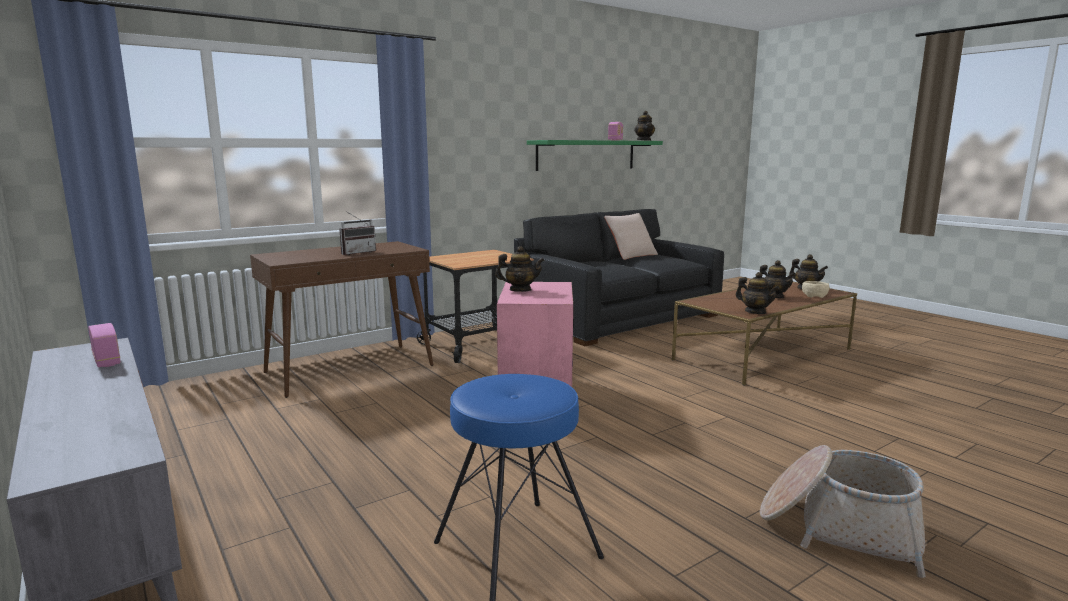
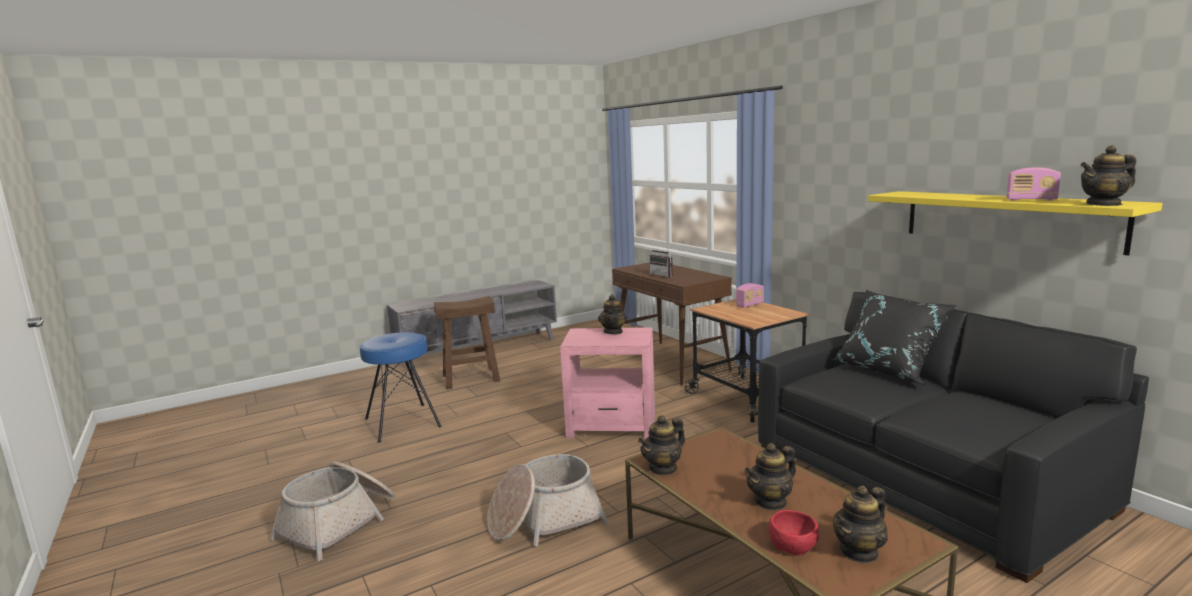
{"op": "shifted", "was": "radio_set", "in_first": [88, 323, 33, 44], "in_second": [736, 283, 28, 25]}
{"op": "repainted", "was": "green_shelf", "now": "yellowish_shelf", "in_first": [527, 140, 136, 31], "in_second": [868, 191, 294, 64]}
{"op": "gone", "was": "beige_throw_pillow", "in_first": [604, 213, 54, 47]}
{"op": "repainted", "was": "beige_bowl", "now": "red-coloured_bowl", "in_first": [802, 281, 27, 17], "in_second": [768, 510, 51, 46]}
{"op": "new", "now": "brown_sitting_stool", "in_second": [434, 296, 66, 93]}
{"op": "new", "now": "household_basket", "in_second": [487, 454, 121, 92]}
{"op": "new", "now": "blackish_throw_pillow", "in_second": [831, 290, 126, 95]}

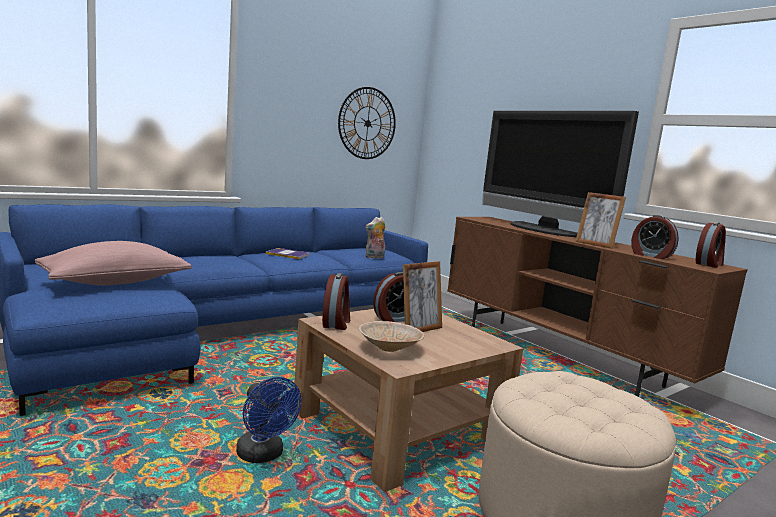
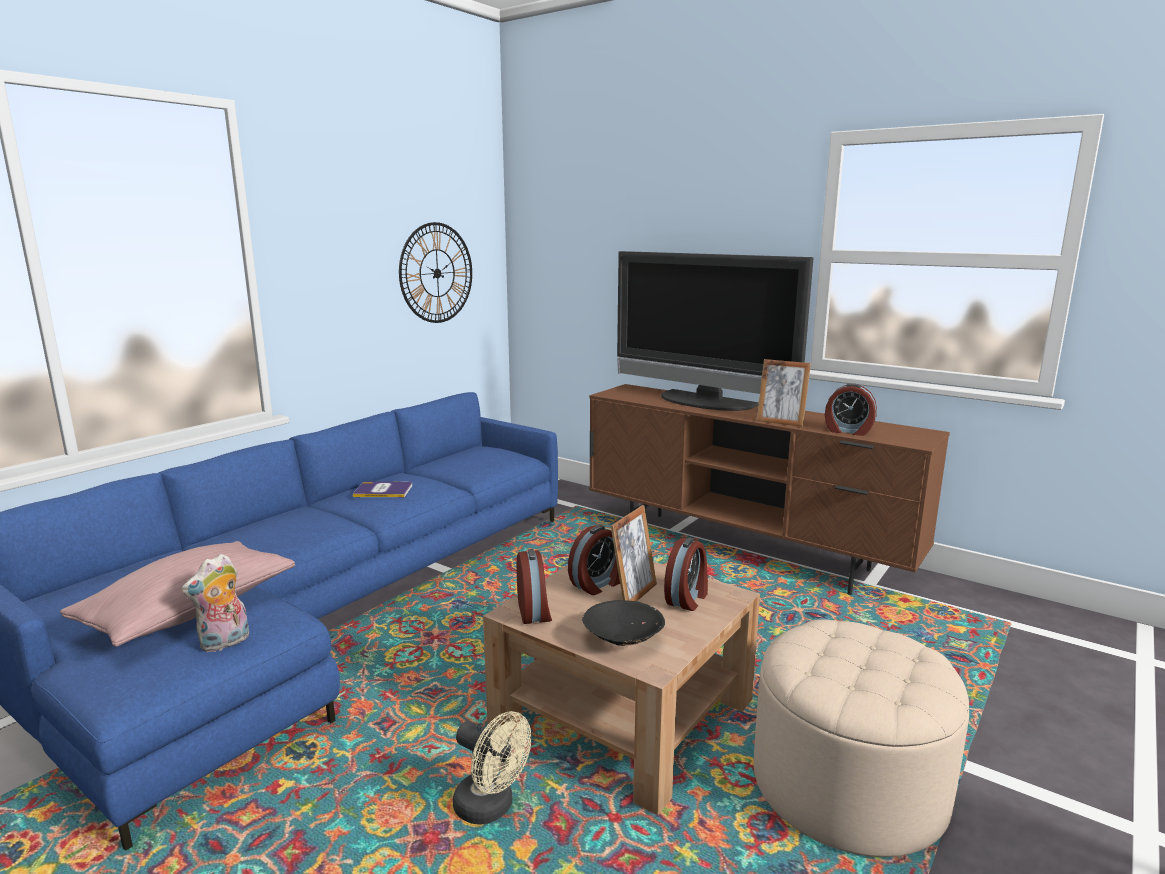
{"op": "repainted", "was": "bluish_cooling_fan", "now": "beige_cooling_fan", "in_first": [236, 377, 65, 86], "in_second": [453, 711, 78, 113]}
{"op": "repainted", "was": "beige_bowl", "now": "blackish_bowl", "in_first": [358, 321, 66, 31], "in_second": [582, 600, 83, 46]}
{"op": "shifted", "was": "soft_toy", "in_first": [365, 217, 20, 41], "in_second": [181, 554, 68, 98]}
{"op": "shifted", "was": "table_clock", "in_first": [696, 222, 30, 46], "in_second": [664, 537, 44, 74]}

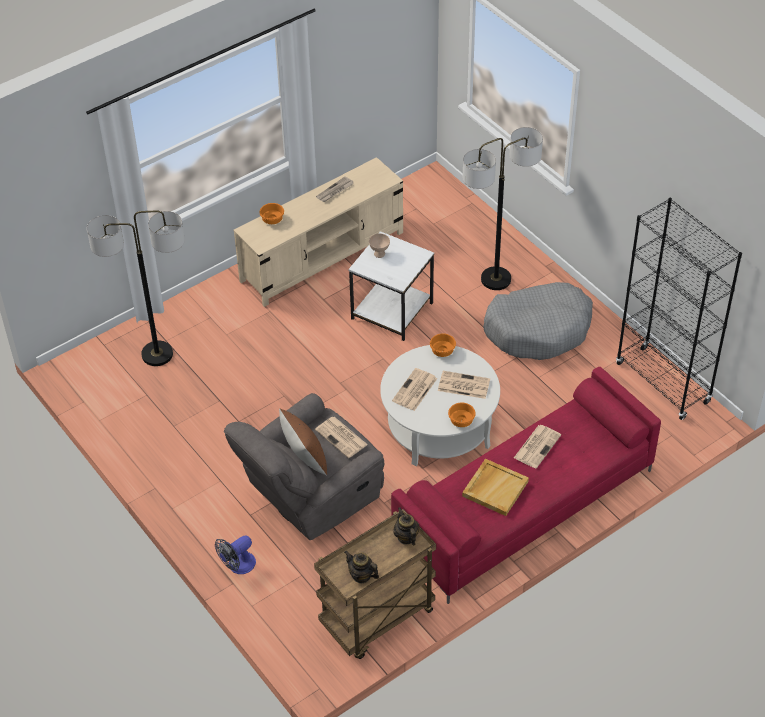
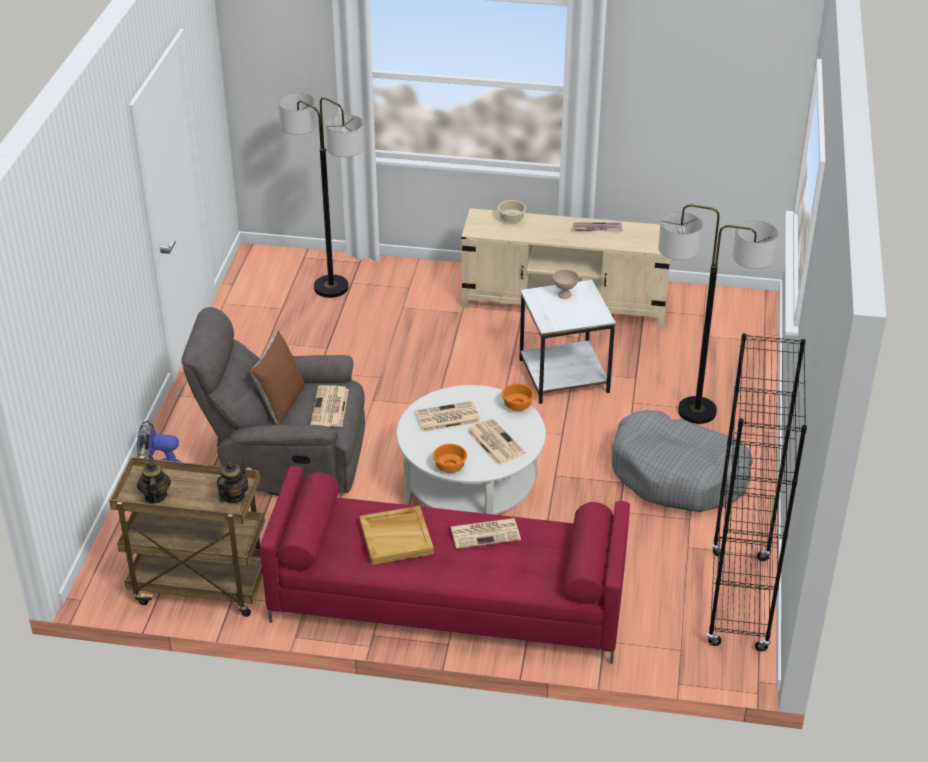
{"op": "repainted", "was": "orangey_bowl", "now": "beige_bowl", "in_first": [259, 203, 25, 21], "in_second": [498, 200, 28, 22]}

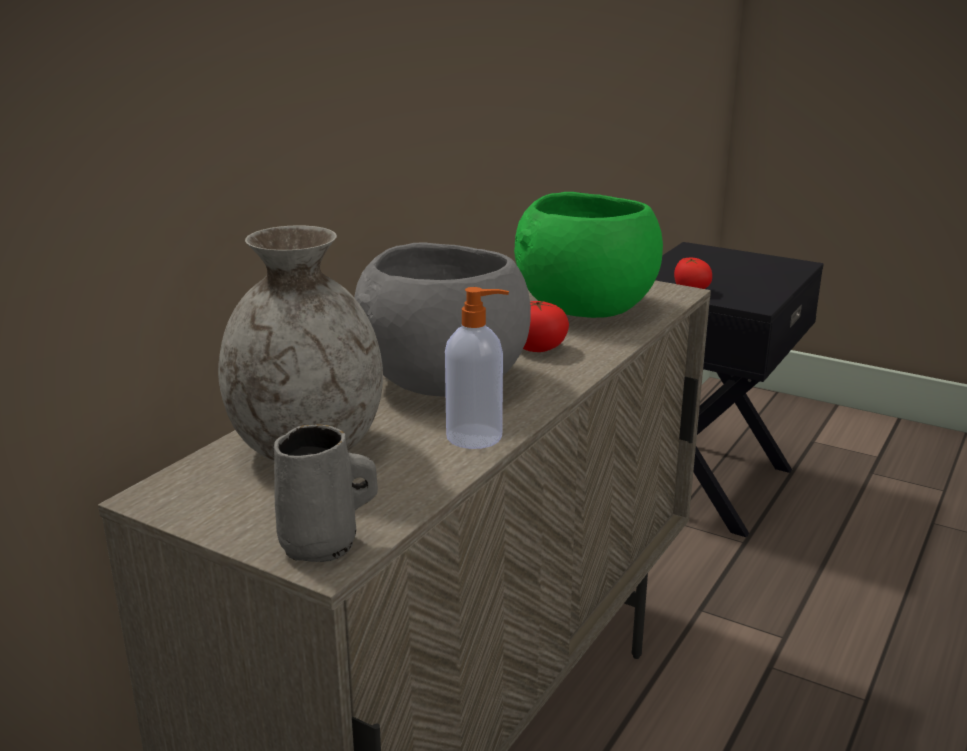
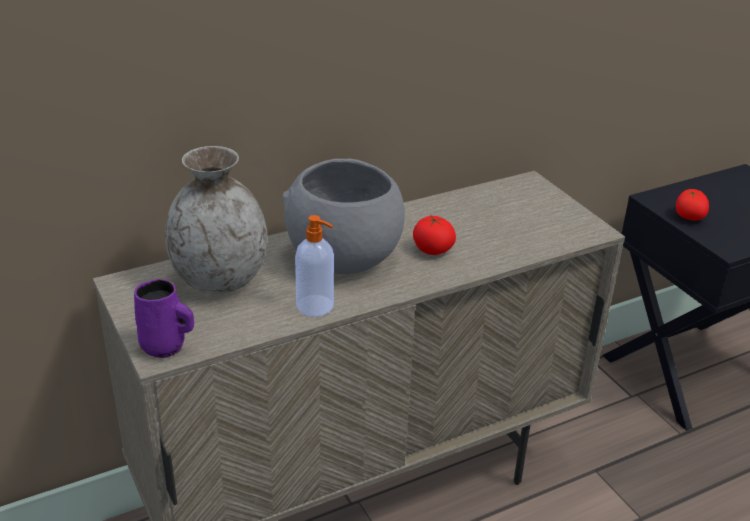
{"op": "repainted", "was": "grey_mug", "now": "purple_mug", "in_first": [274, 425, 104, 137], "in_second": [134, 279, 60, 79]}
{"op": "gone", "was": "green_bowl", "in_first": [514, 192, 149, 126]}

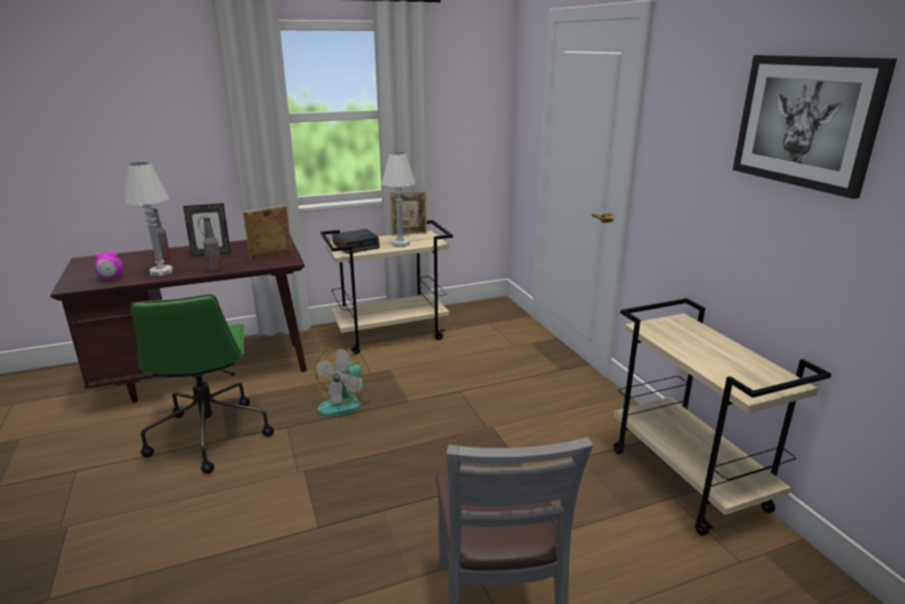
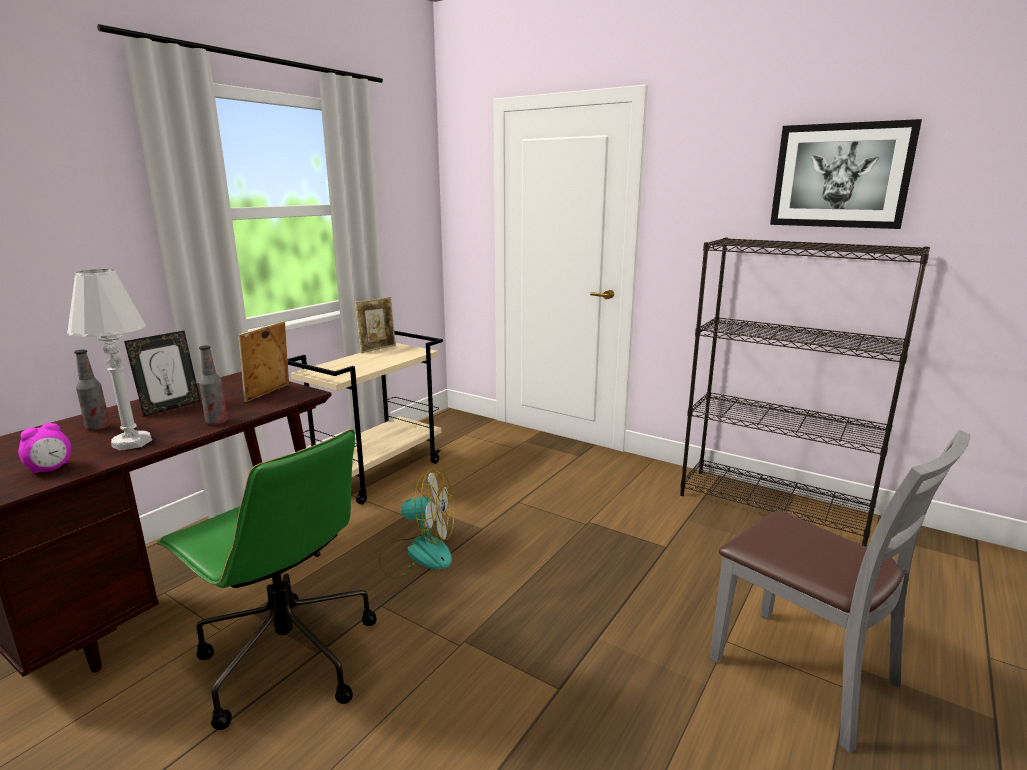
{"op": "rotated", "was": "cooling_fan", "in_first": [314, 346, 59, 70], "in_second": [379, 469, 75, 110], "clockwise": -75}
{"op": "gone", "was": "table_clock", "in_first": [332, 229, 48, 25]}
{"op": "gone", "was": "white-coloured_tabletop_lamp", "in_first": [381, 152, 35, 95]}
{"op": "swapped", "was": "beige_wheeled_cart", "now": "blackish_bookcase", "in_first": [613, 298, 219, 238], "in_second": [680, 238, 250, 309]}

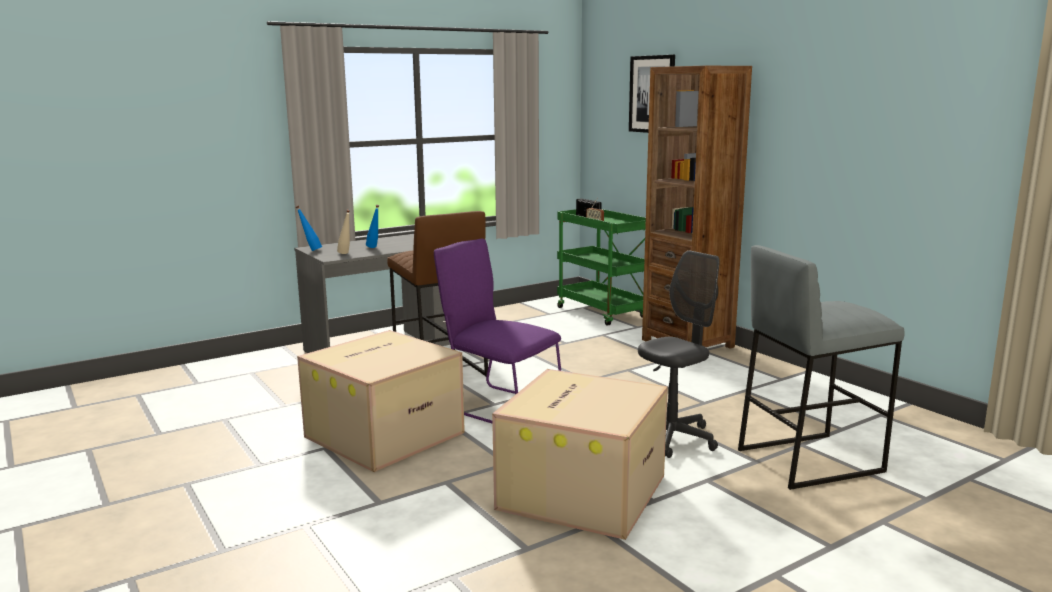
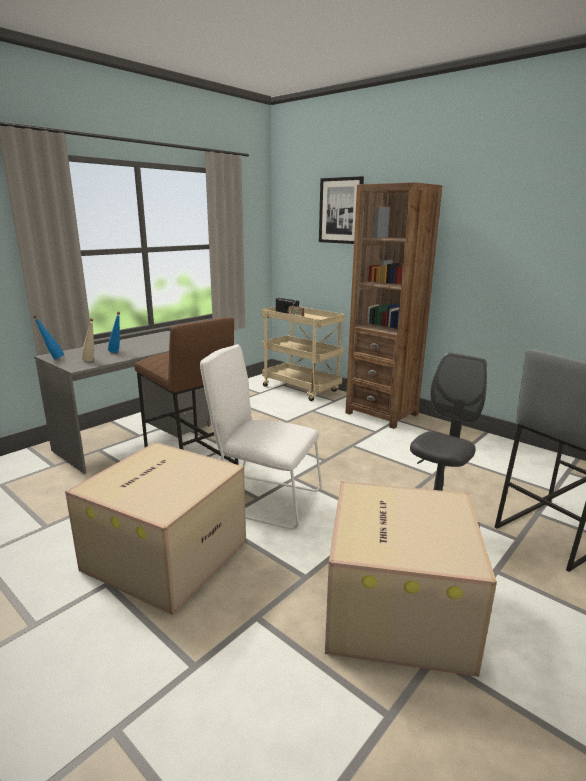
{"op": "repainted", "was": "purple_plain_chair", "now": "white-coloured_plain_chair", "in_first": [434, 239, 127, 184], "in_second": [200, 344, 122, 185]}
{"op": "repainted", "was": "green_wheeled_cart", "now": "beige_wheeled_cart", "in_first": [557, 209, 89, 117], "in_second": [261, 307, 84, 94]}

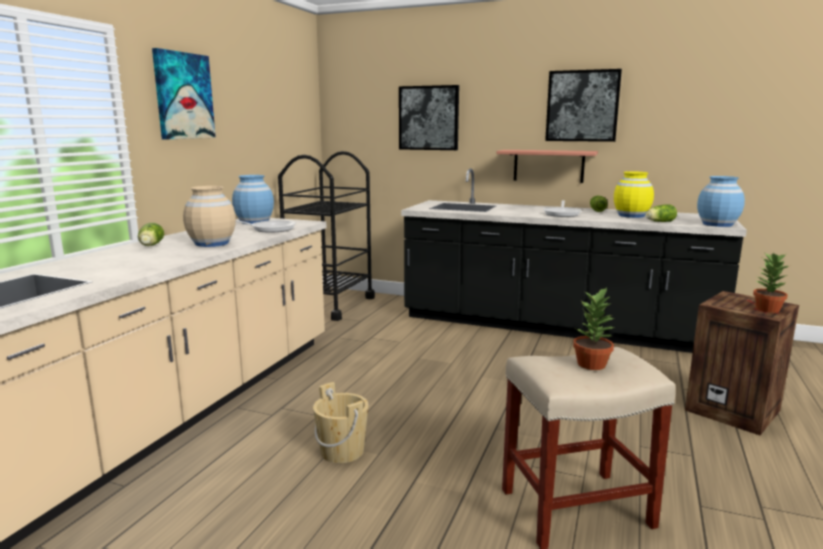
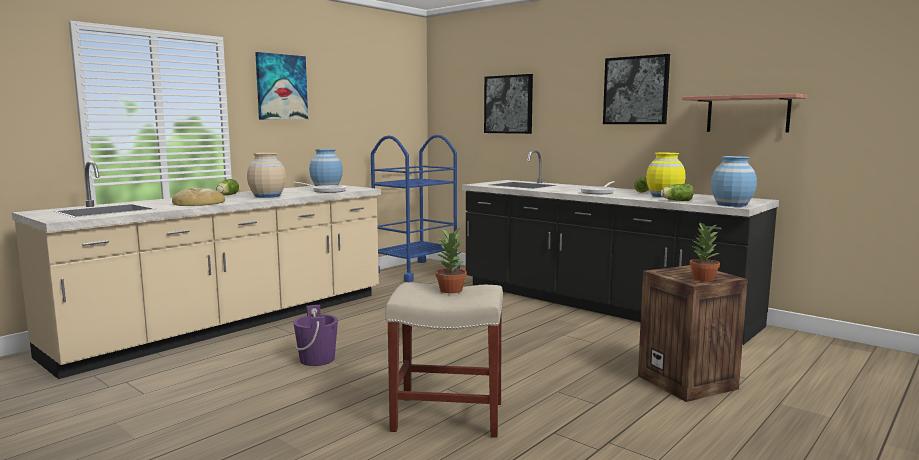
{"op": "repainted", "was": "blackish_wheeled_cart", "now": "bluish_wheeled_cart", "in_first": [278, 151, 97, 170], "in_second": [371, 134, 89, 148]}
{"op": "repainted", "was": "beige_bucket", "now": "purple_bucket", "in_first": [313, 382, 56, 81], "in_second": [293, 305, 45, 61]}
{"op": "shifted", "was": "shelf", "in_first": [496, 150, 102, 33], "in_second": [682, 93, 125, 39]}
{"op": "new", "now": "bakery_bread", "in_second": [172, 188, 53, 18]}

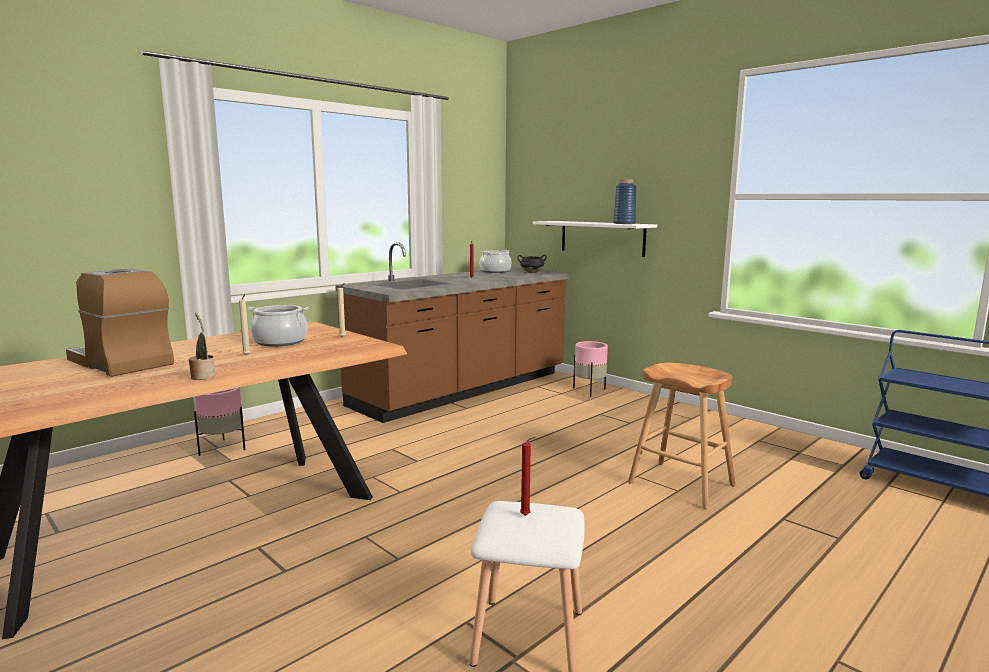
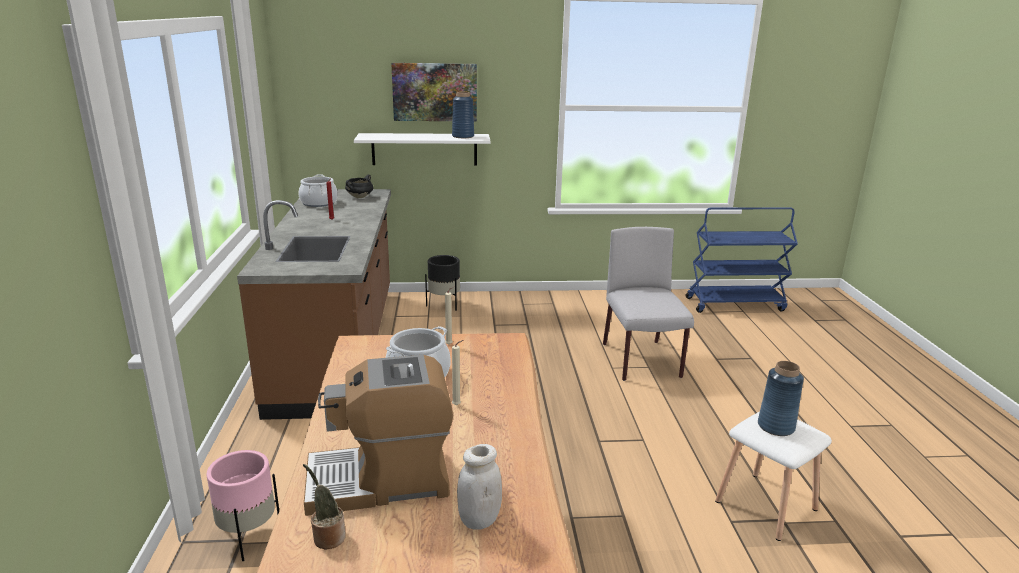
{"op": "shifted", "was": "plant_in_a_pot", "in_first": [189, 313, 27, 67], "in_second": [303, 464, 43, 86]}
{"op": "swapped", "was": "red-coloured_wax_light", "now": "bluish_flower_vase", "in_first": [520, 437, 15, 79], "in_second": [758, 361, 46, 75]}
{"op": "repainted", "was": "pinkish_flower_pot", "now": "blackish_flower_pot", "in_first": [573, 341, 35, 56], "in_second": [425, 255, 35, 56]}
{"op": "swapped", "was": "brown_sitting_stool", "now": "grey_plain_chair", "in_first": [628, 363, 108, 146], "in_second": [603, 227, 91, 154]}
{"op": "new", "now": "wall_picture", "in_second": [391, 63, 86, 58]}
{"op": "new", "now": "white-coloured_jar", "in_second": [457, 444, 45, 86]}

